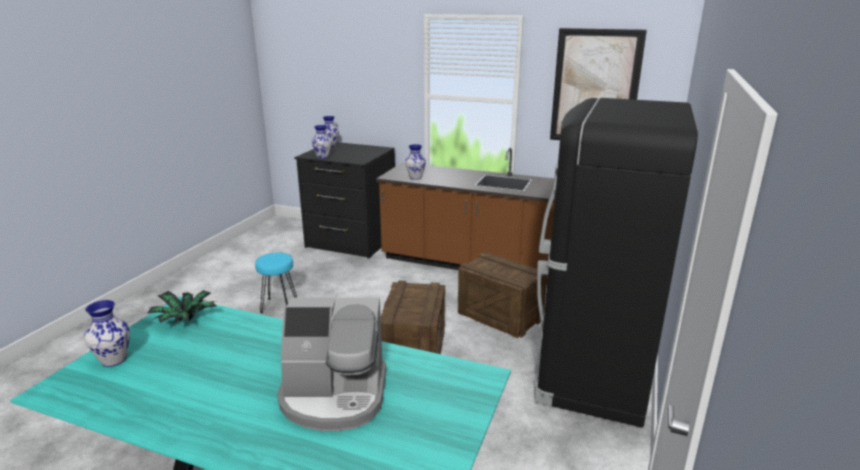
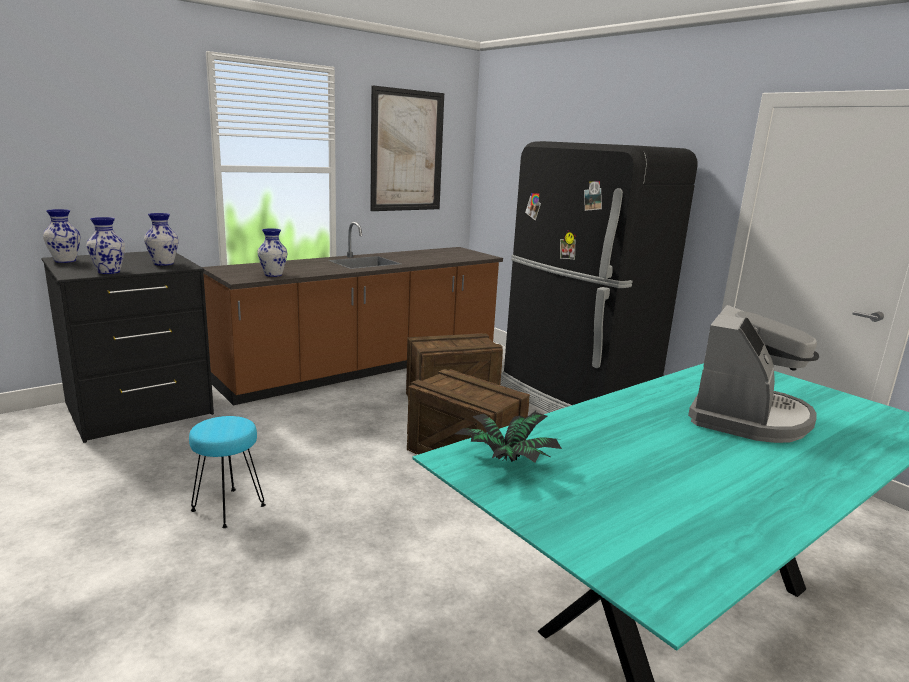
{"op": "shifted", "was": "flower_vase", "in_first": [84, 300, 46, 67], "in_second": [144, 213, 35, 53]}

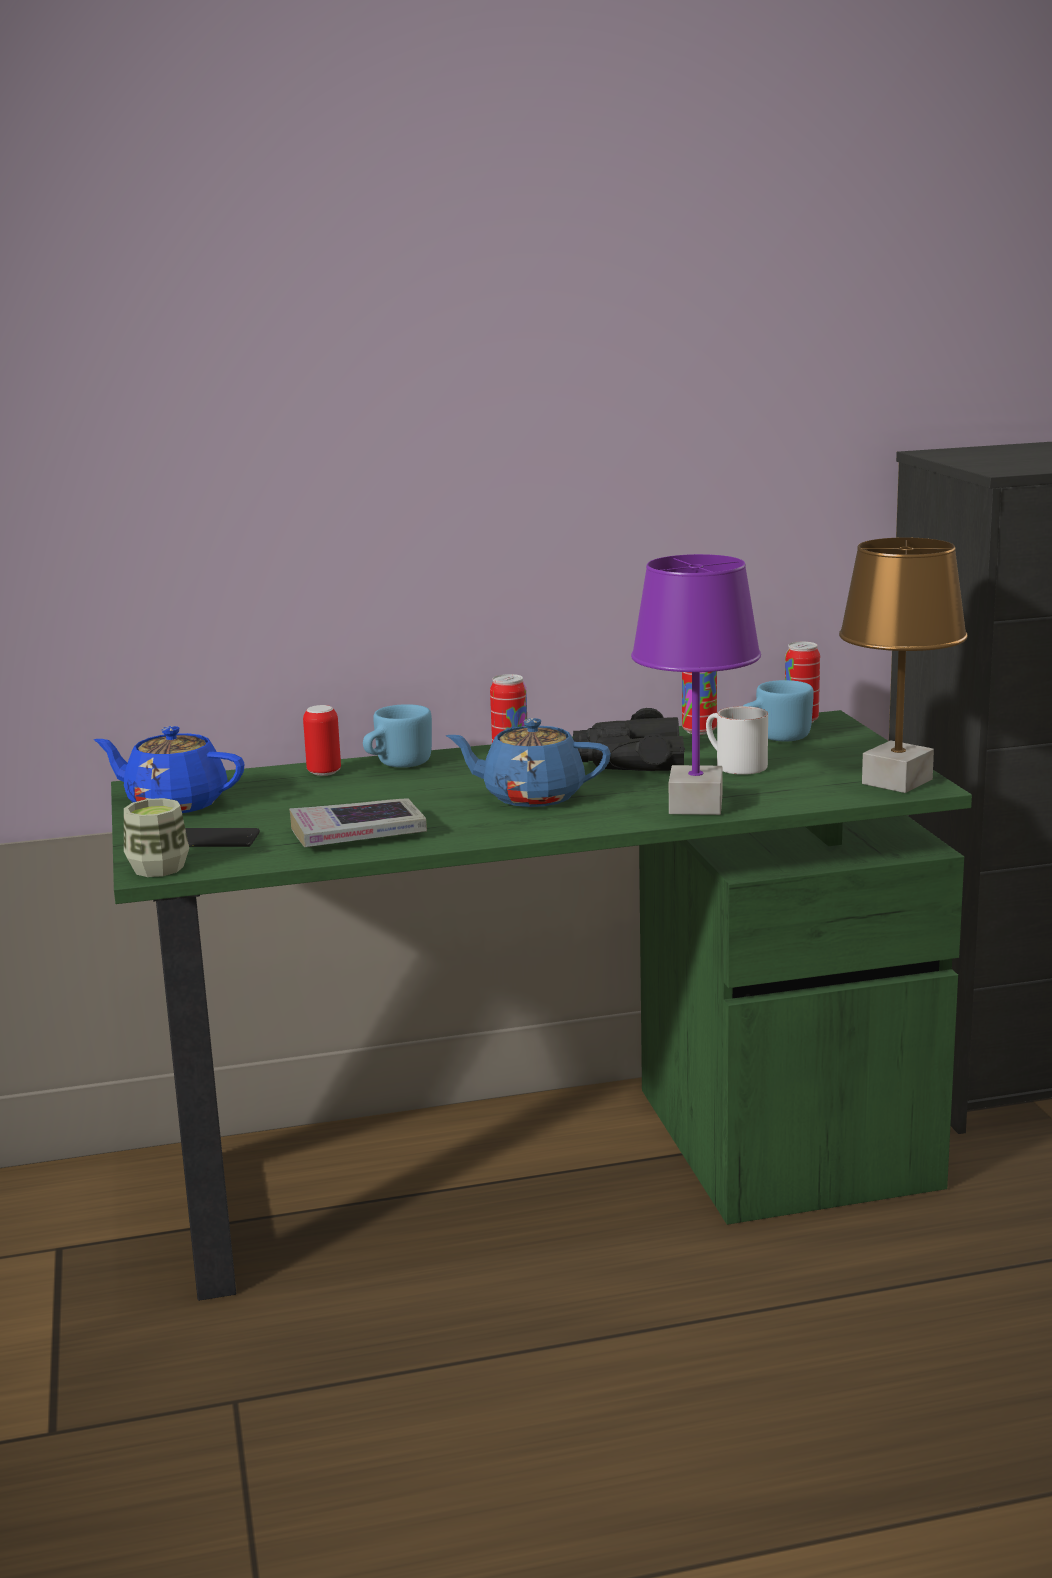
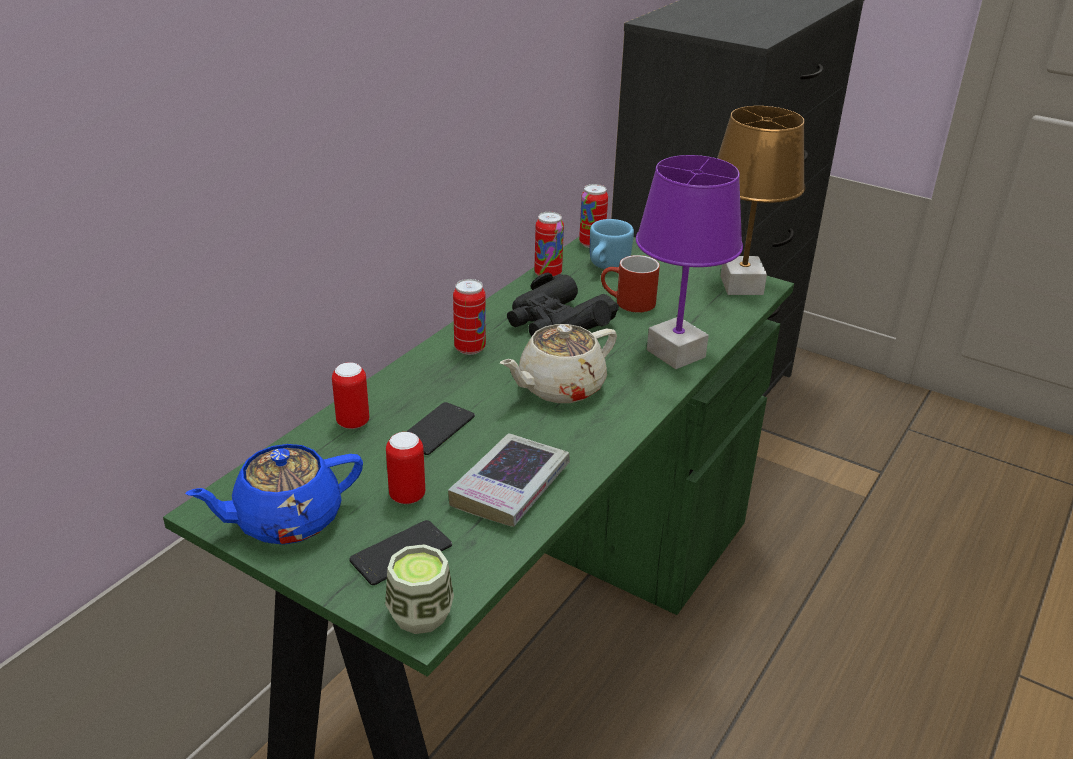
{"op": "gone", "was": "bluish_mug", "in_first": [363, 704, 69, 64]}
{"op": "repainted", "was": "bluish_tea_pot", "now": "beige_tea_pot", "in_first": [445, 718, 166, 89], "in_second": [500, 324, 117, 79]}
{"op": "repainted", "was": "white-coloured_mug", "now": "red-coloured_mug", "in_first": [706, 706, 62, 69], "in_second": [601, 255, 59, 58]}
{"op": "new", "now": "sealed_can", "in_second": [386, 432, 39, 72]}
{"op": "new", "now": "handset", "in_second": [406, 402, 69, 53]}

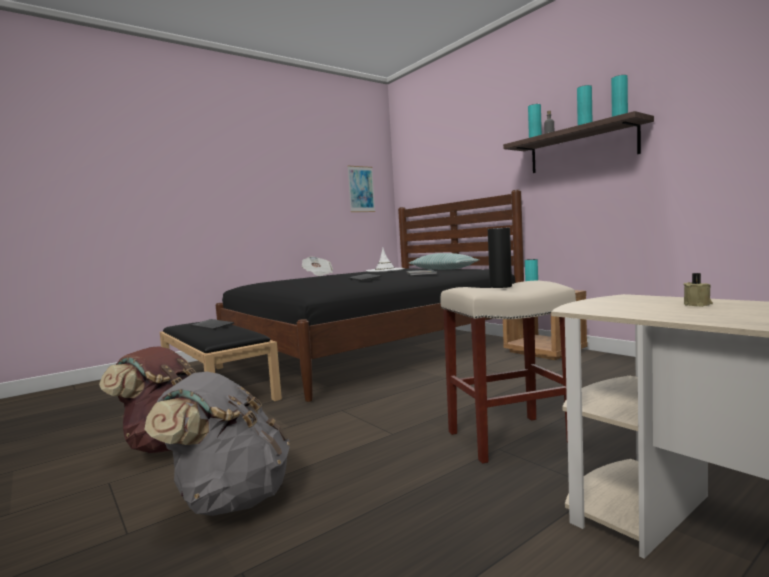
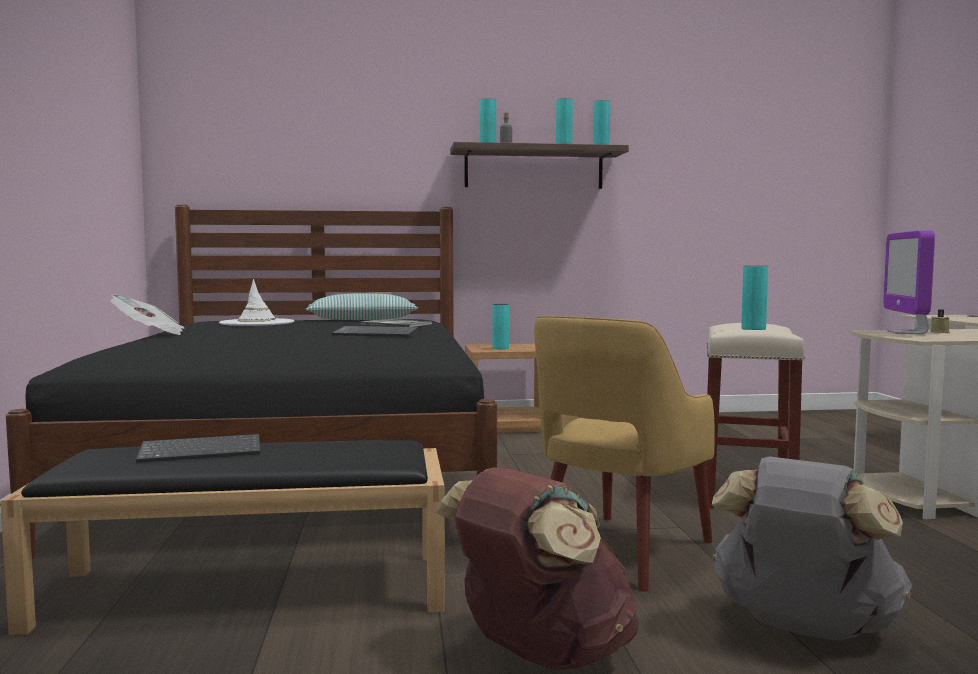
{"op": "gone", "was": "wall_picture", "in_first": [347, 166, 28, 46]}
{"op": "repainted", "was": "blackish_flower_vase", "now": "turquoise_flower_vase", "in_first": [488, 227, 24, 61], "in_second": [741, 266, 27, 64]}
{"op": "new", "now": "yellowish_lounge_chair", "in_second": [534, 316, 181, 275]}
{"op": "new", "now": "monitor", "in_second": [883, 231, 52, 103]}

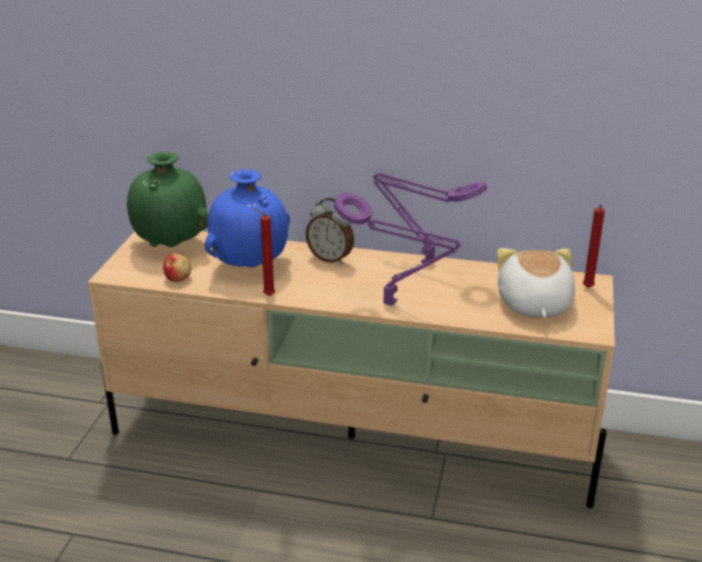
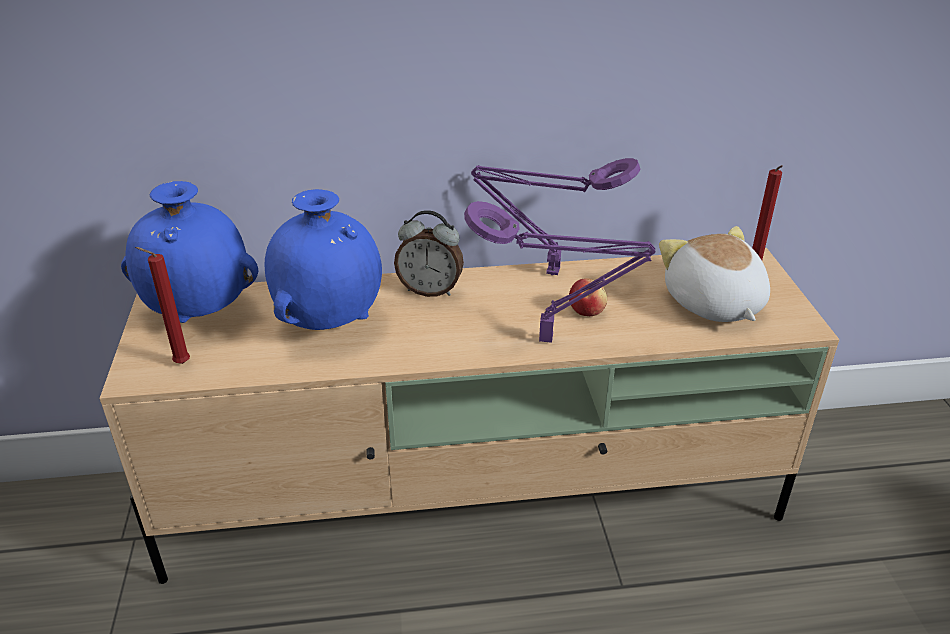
{"op": "repainted", "was": "green_flower_vase", "now": "bluish_flower_vase", "in_first": [127, 151, 82, 96], "in_second": [121, 181, 137, 142]}
{"op": "shifted", "was": "whole_apple", "in_first": [163, 253, 29, 29], "in_second": [569, 278, 38, 38]}
{"op": "shifted", "was": "red-coloured_wax_light", "in_first": [254, 208, 21, 88], "in_second": [135, 247, 55, 117]}

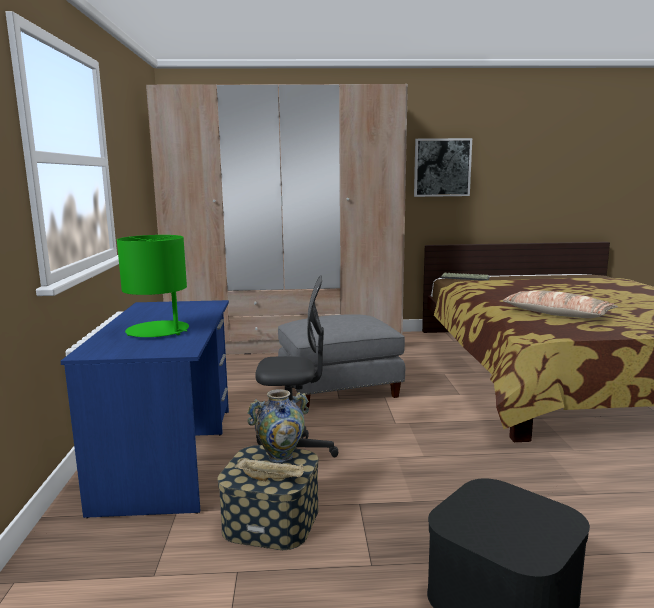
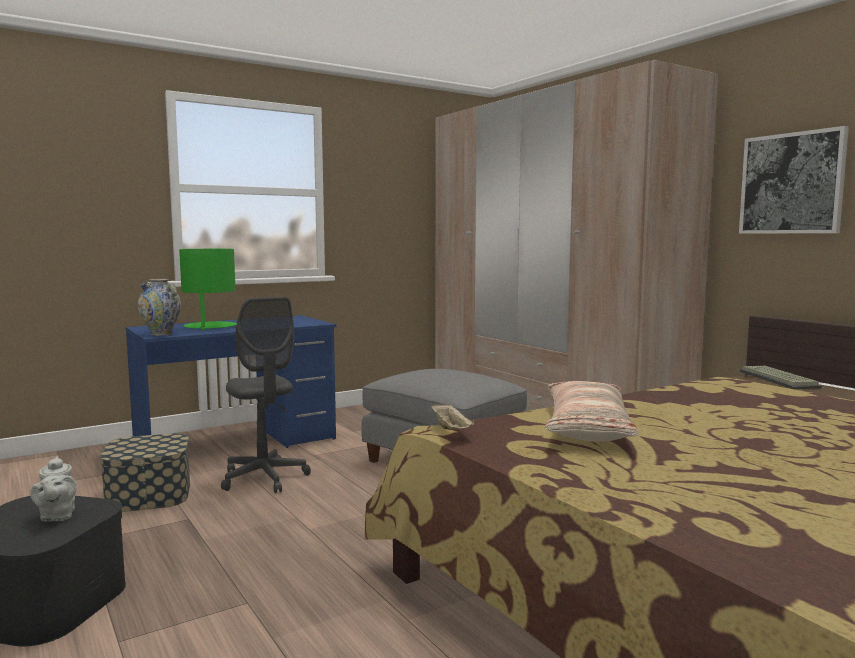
{"op": "shifted", "was": "beige_tray", "in_first": [234, 458, 70, 24], "in_second": [431, 403, 43, 27]}
{"op": "shifted", "was": "flower_vase", "in_first": [247, 389, 62, 74], "in_second": [137, 279, 44, 57]}
{"op": "new", "now": "grey_tea_pot", "in_second": [30, 456, 47, 65]}

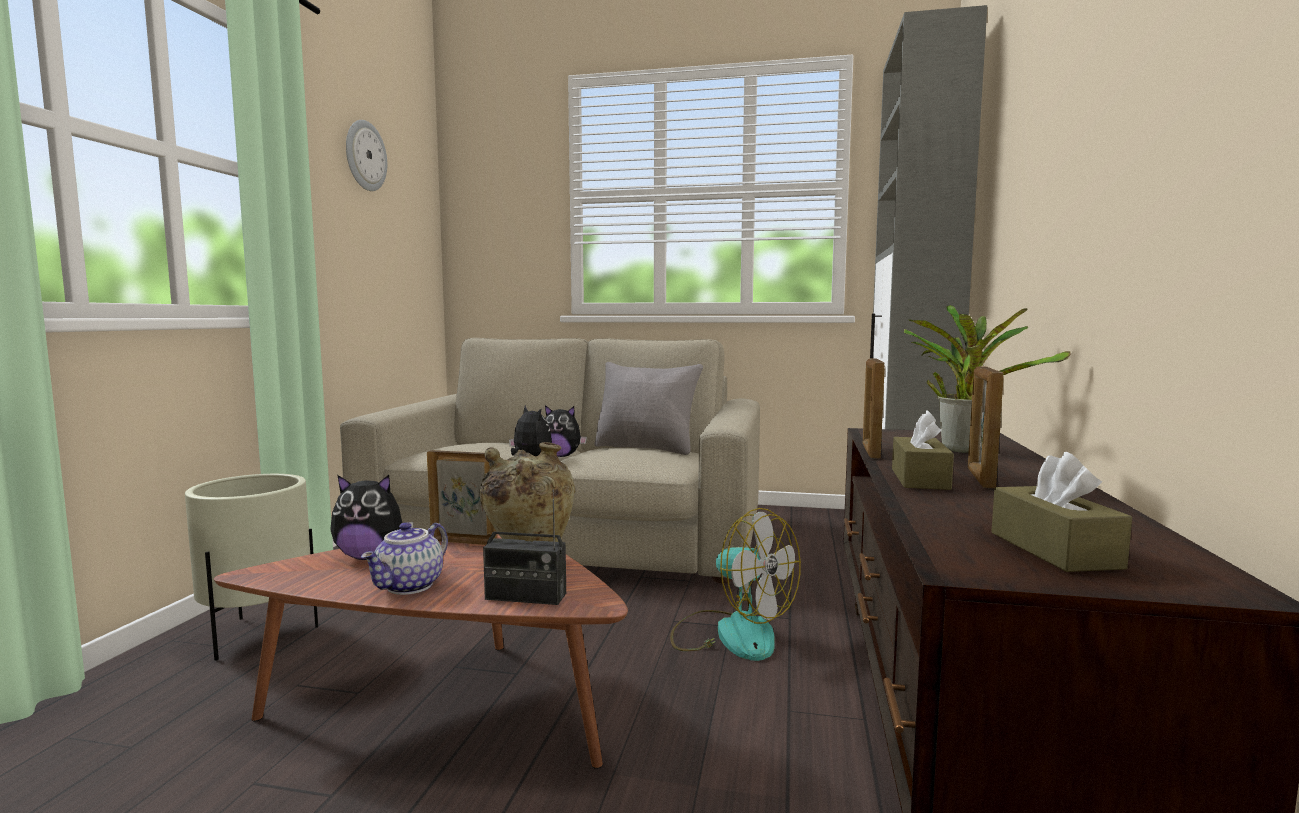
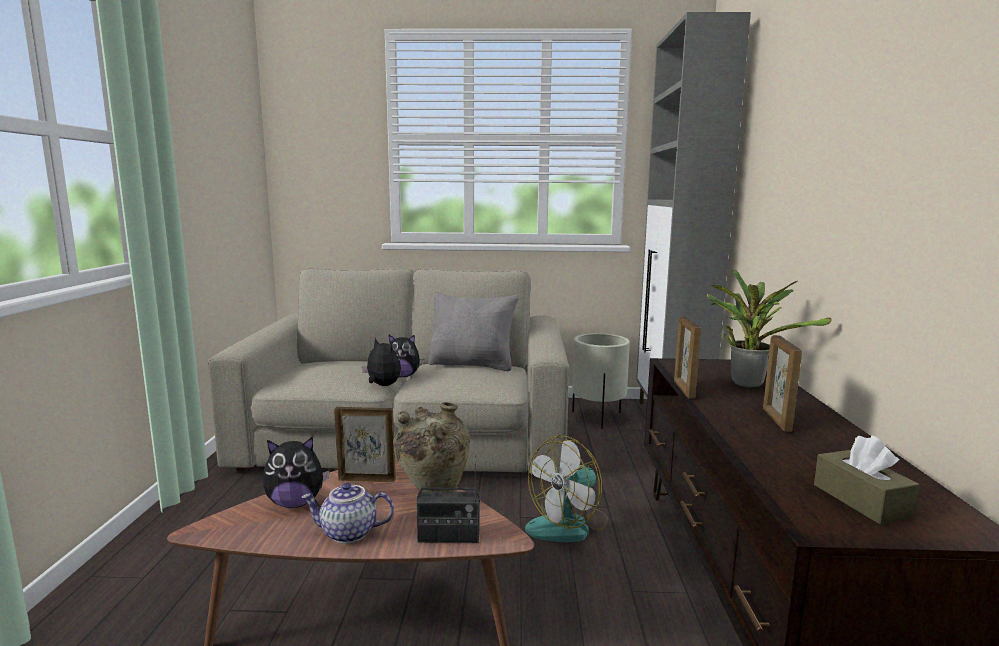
{"op": "shifted", "was": "beige_flower_pot", "in_first": [185, 474, 133, 187], "in_second": [572, 333, 58, 96]}
{"op": "gone", "was": "clock_on_the_wall", "in_first": [346, 120, 41, 71]}
{"op": "rotated", "was": "tea_pot", "in_first": [361, 522, 87, 73], "in_second": [301, 482, 93, 62], "clockwise": 75}
{"op": "rotated", "was": "cooling_fan", "in_first": [670, 508, 131, 153], "in_second": [525, 435, 83, 107], "clockwise": 105}
{"op": "gone", "was": "brown_box_of_tissues", "in_first": [892, 411, 62, 79]}

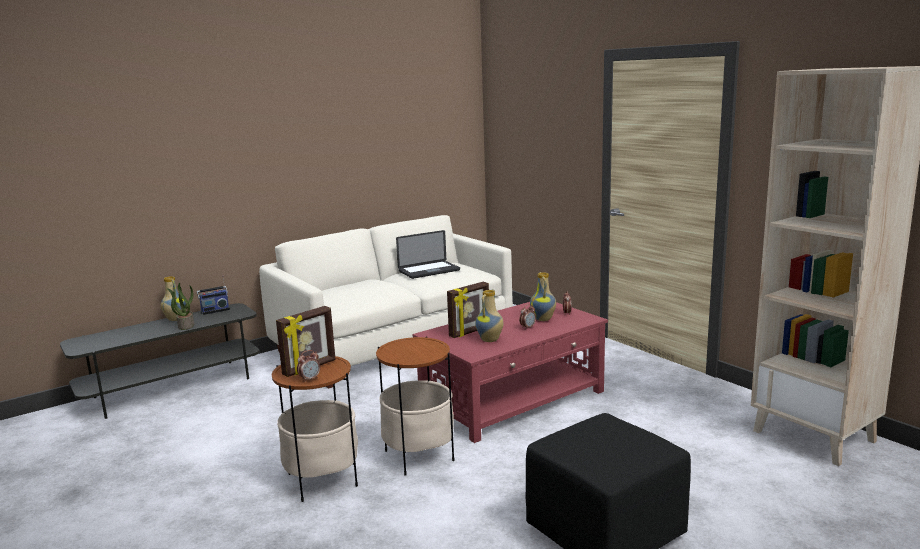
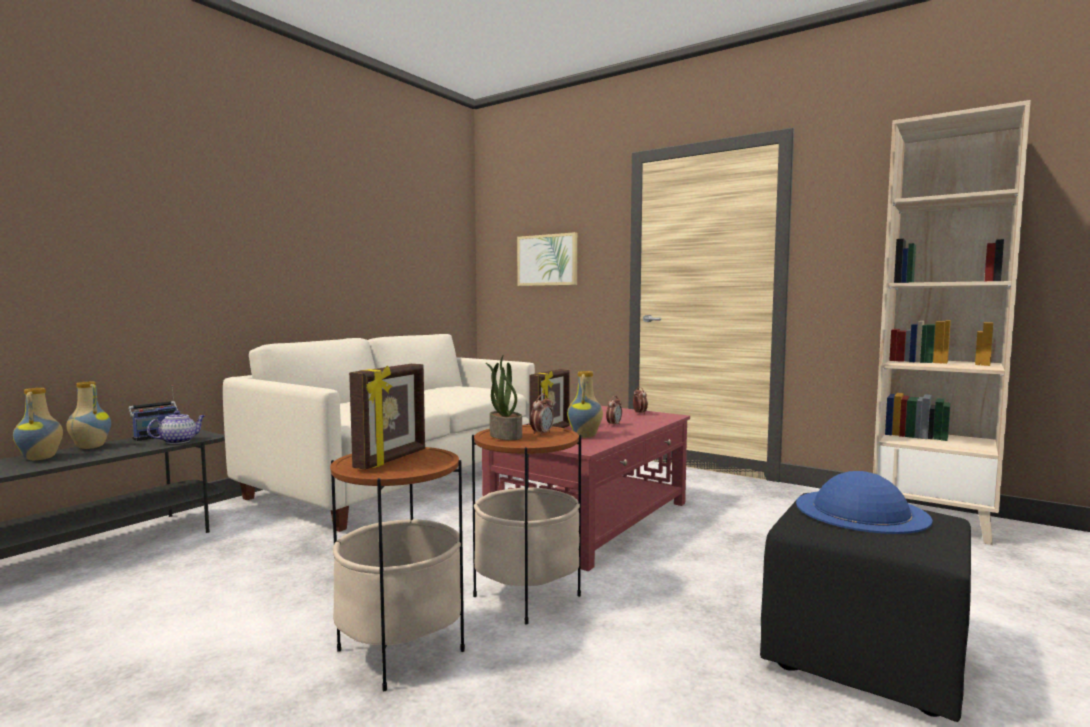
{"op": "shifted", "was": "plant_in_a_pot", "in_first": [167, 283, 27, 47], "in_second": [486, 354, 36, 86]}
{"op": "shifted", "was": "table_clock", "in_first": [297, 350, 23, 32], "in_second": [530, 394, 24, 42]}
{"op": "gone", "was": "portable_computer", "in_first": [396, 230, 64, 49]}
{"op": "shifted", "was": "flower_vase", "in_first": [530, 272, 26, 49], "in_second": [13, 388, 50, 72]}
{"op": "new", "now": "tea_pot", "in_second": [147, 411, 59, 33]}
{"op": "new", "now": "wall_picture", "in_second": [517, 232, 60, 54]}
{"op": "new", "now": "bluish_wearable_hat", "in_second": [796, 471, 137, 63]}

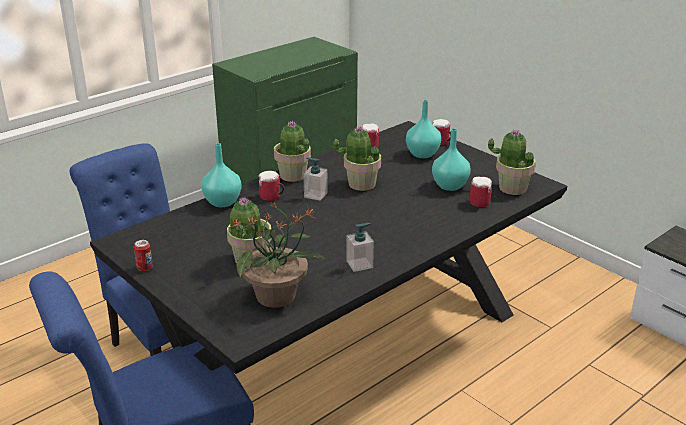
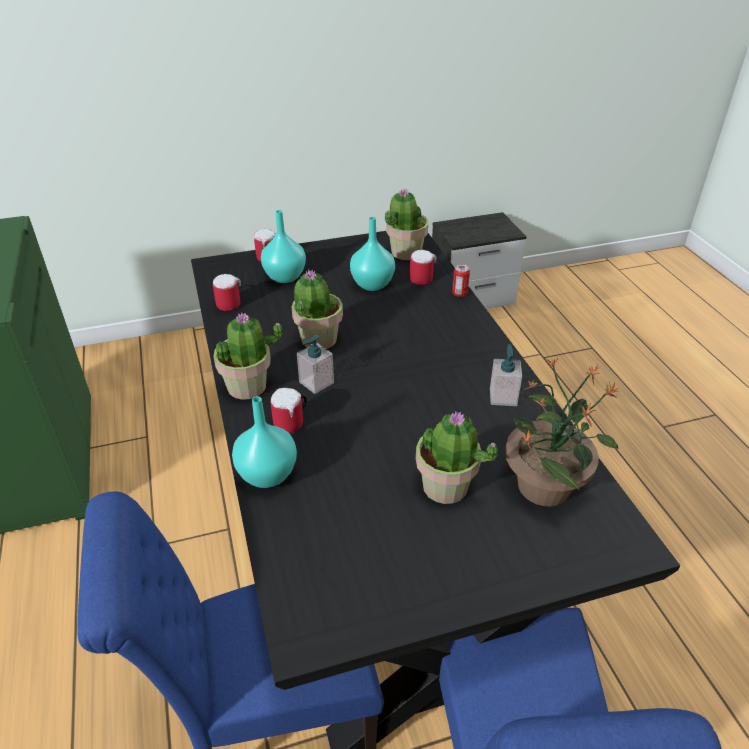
{"op": "shifted", "was": "sealed_can", "in_first": [134, 240, 19, 31], "in_second": [452, 265, 18, 32]}

